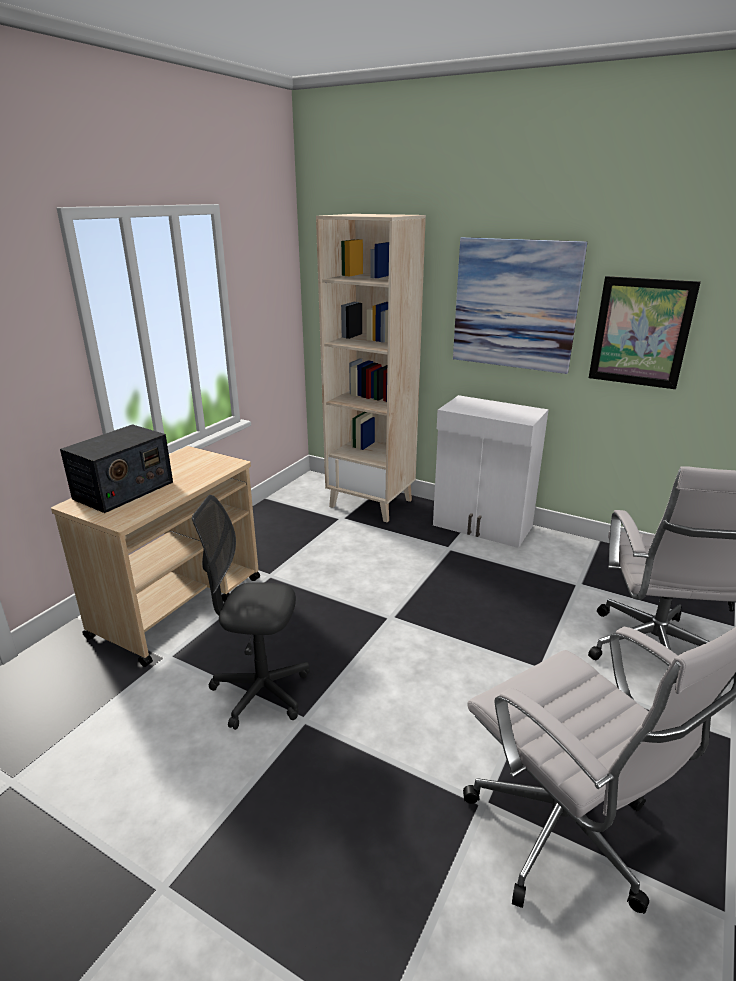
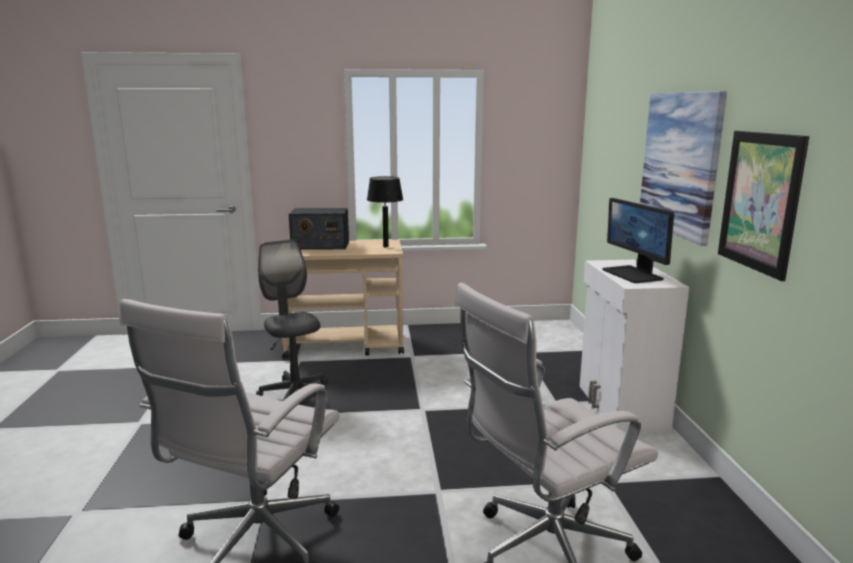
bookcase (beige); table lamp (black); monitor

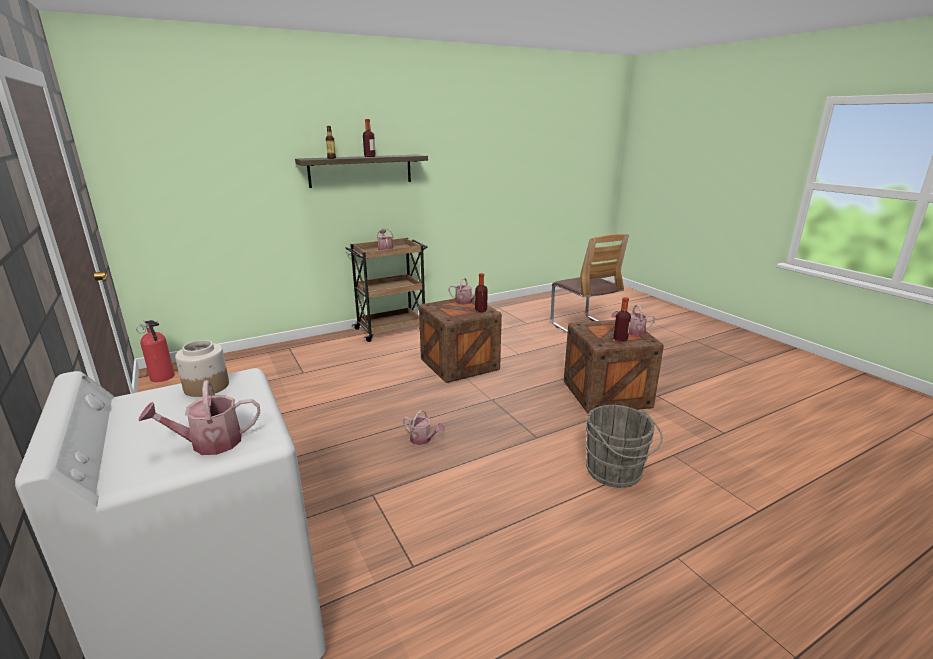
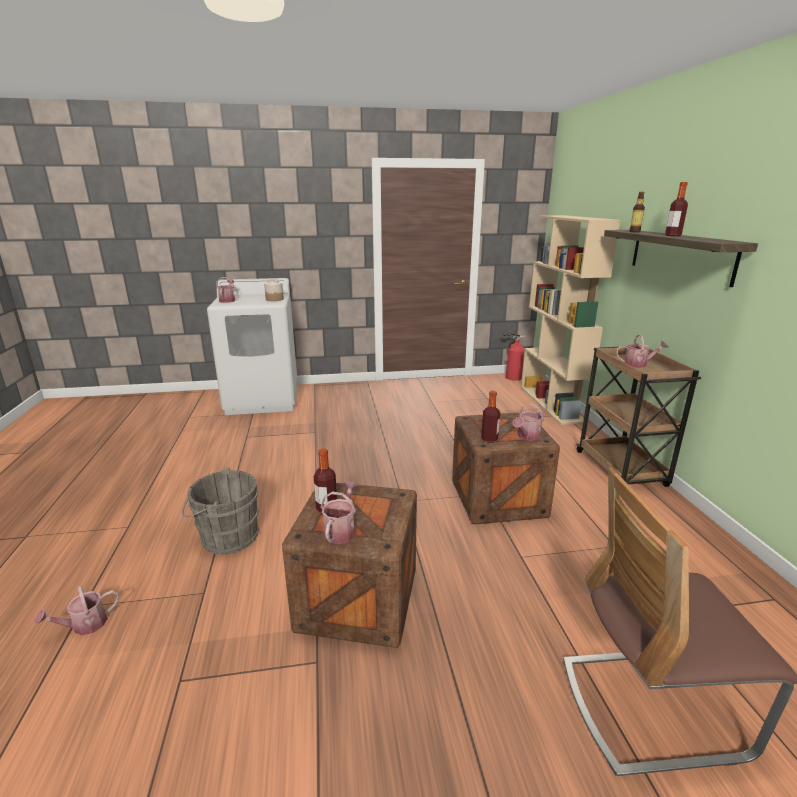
bookcase (beige); watering can (no. 1 from left)

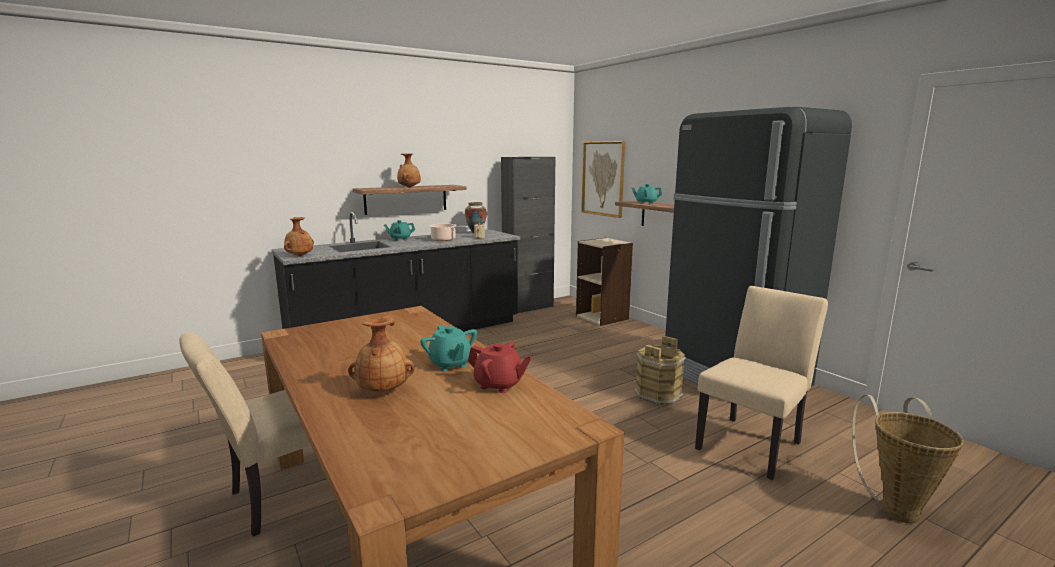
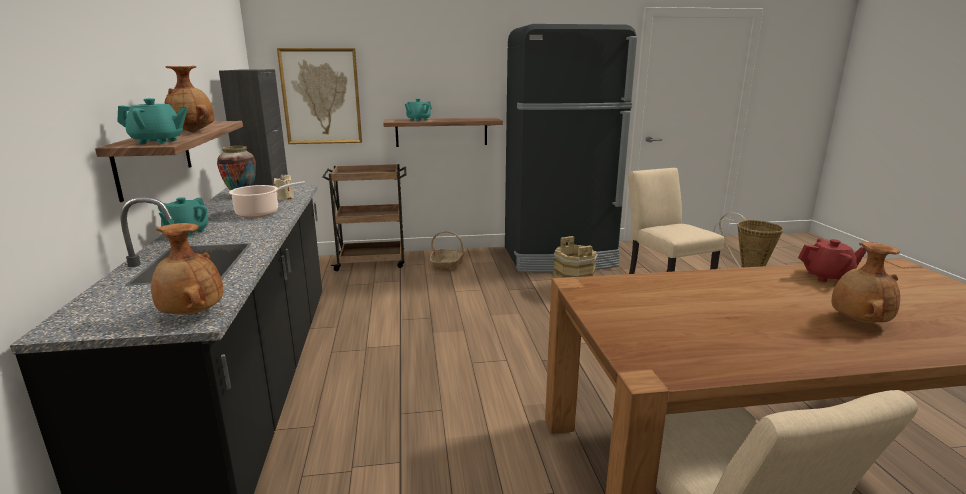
basket (no. 1 from left); teapot (turquoise) (no. 1 from left); cart (brown); teapot (red)

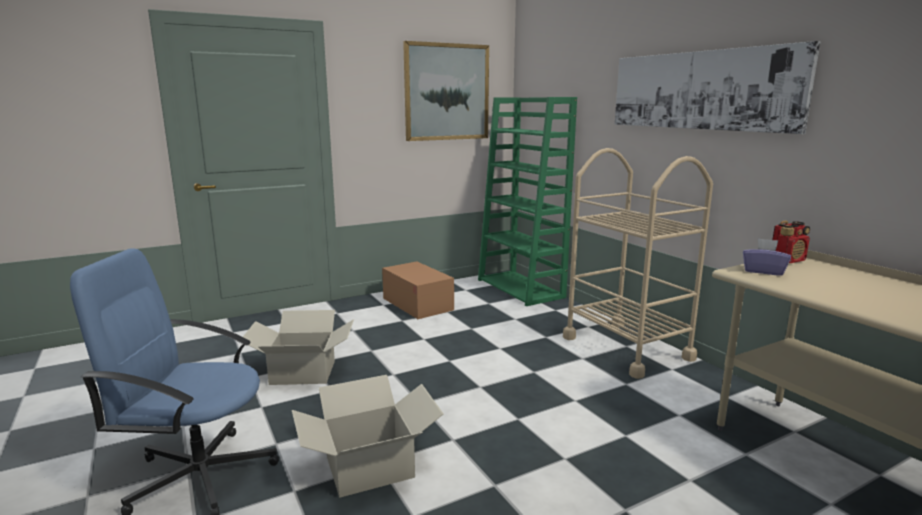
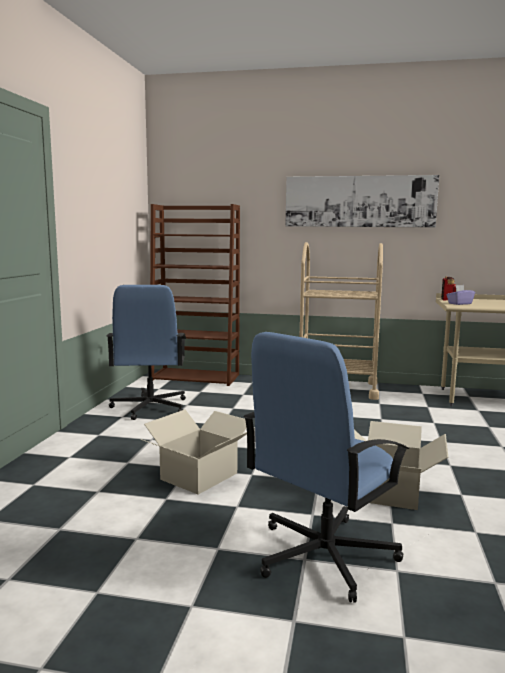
picture (no. 1 from left in the first image); office chair (blue) (no. 1 from left); bookcase (brown)

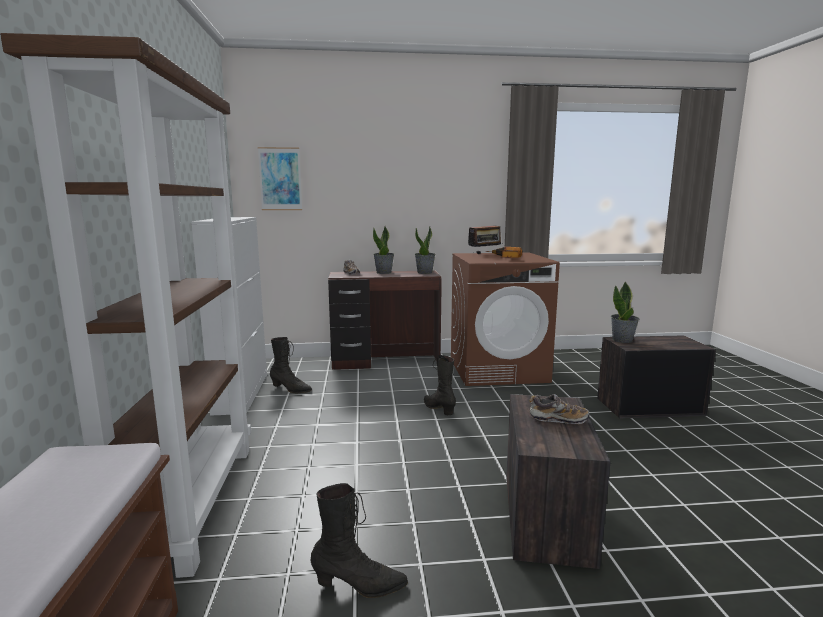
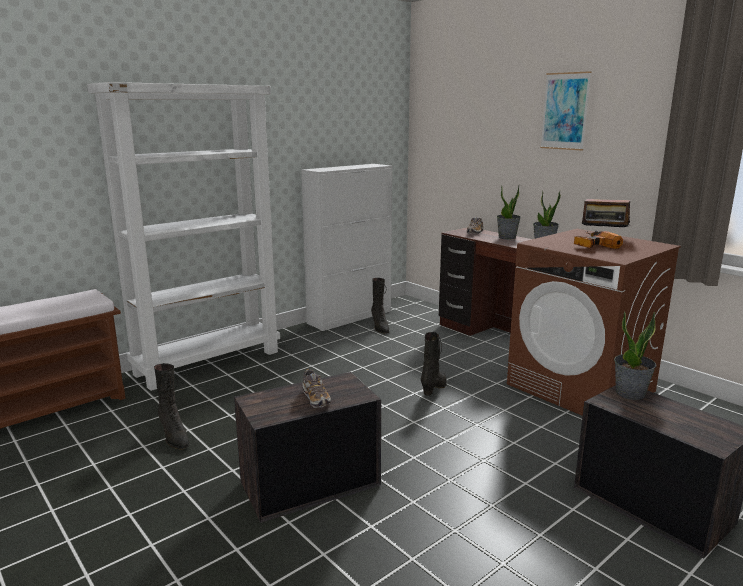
picture; bookcase (white)

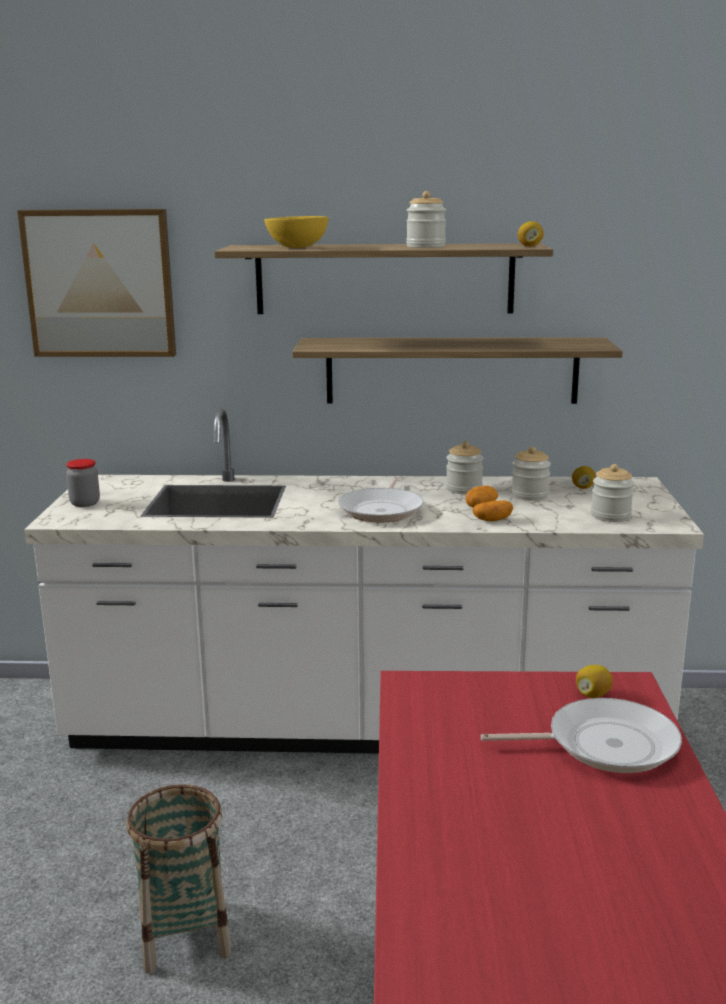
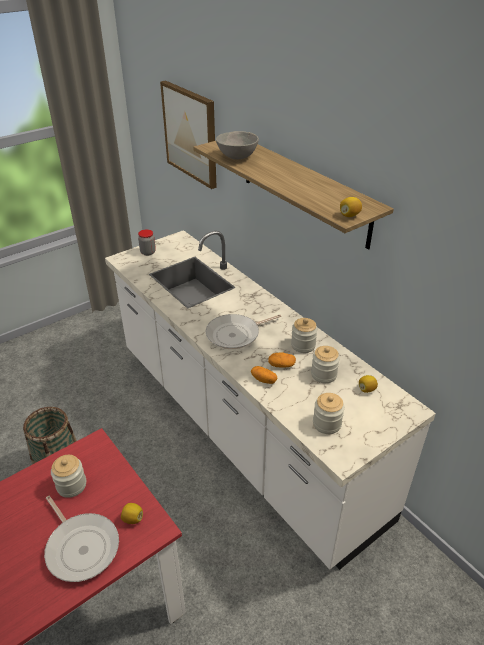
shelf (no. 2 from left in the first image); jar (no. 1 from left); bowl (grey)

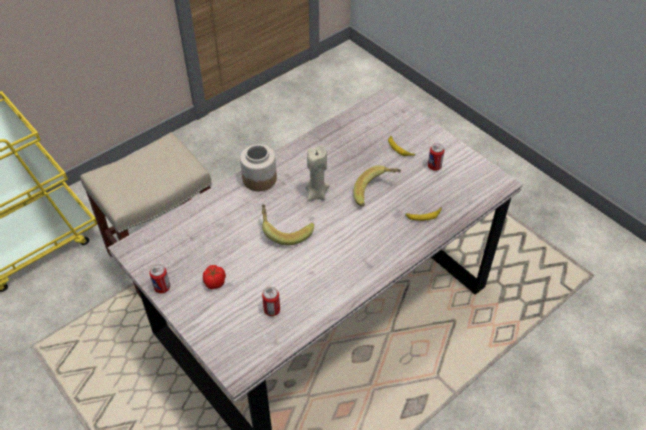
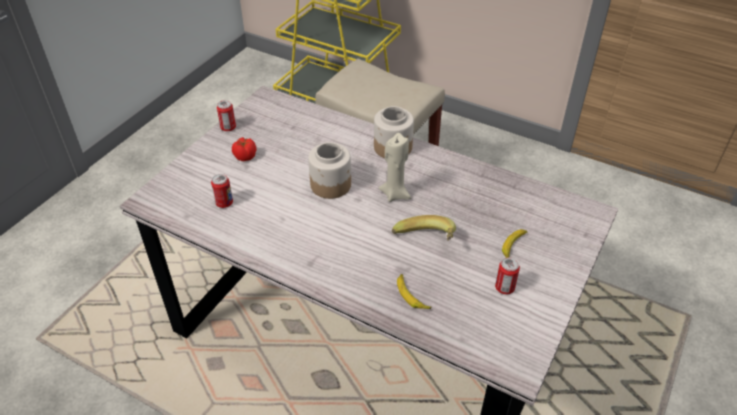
jar (no. 1 from left)

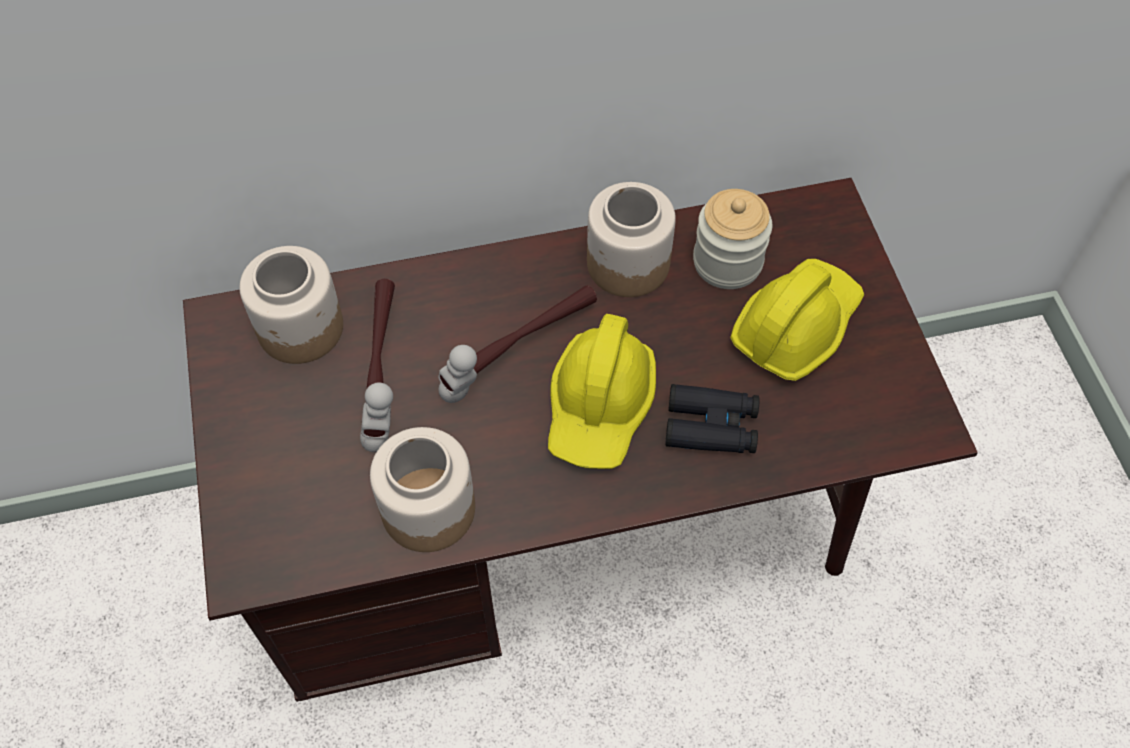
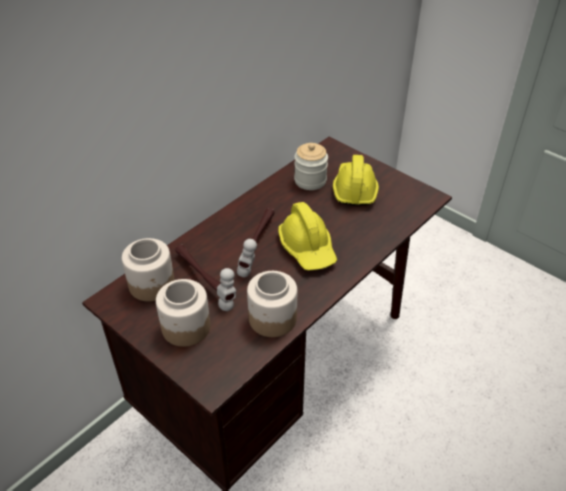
binoculars (black); jar (no. 2 from left)

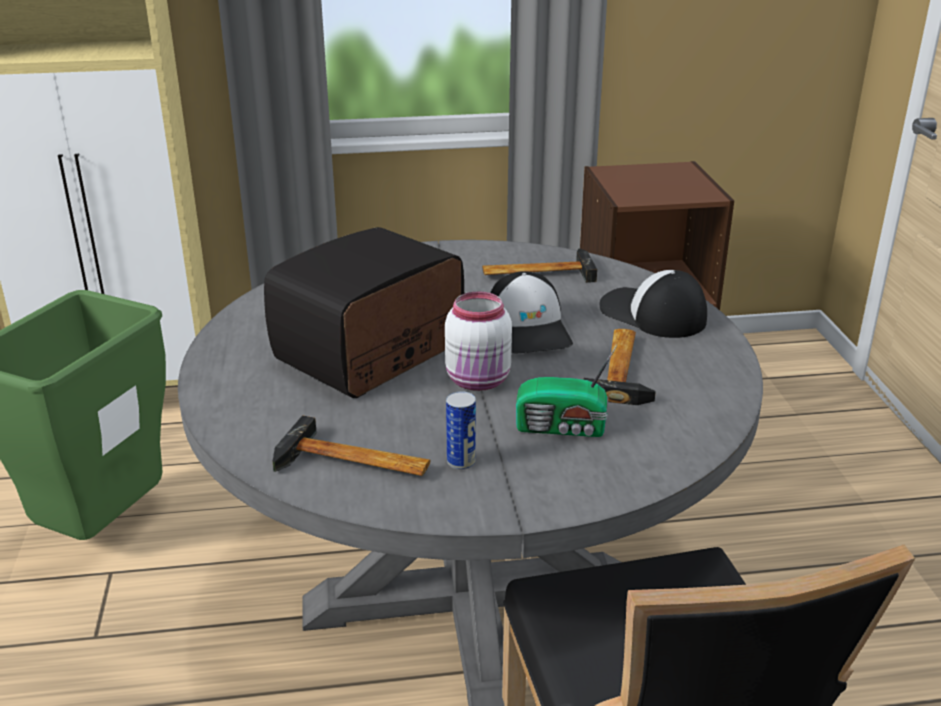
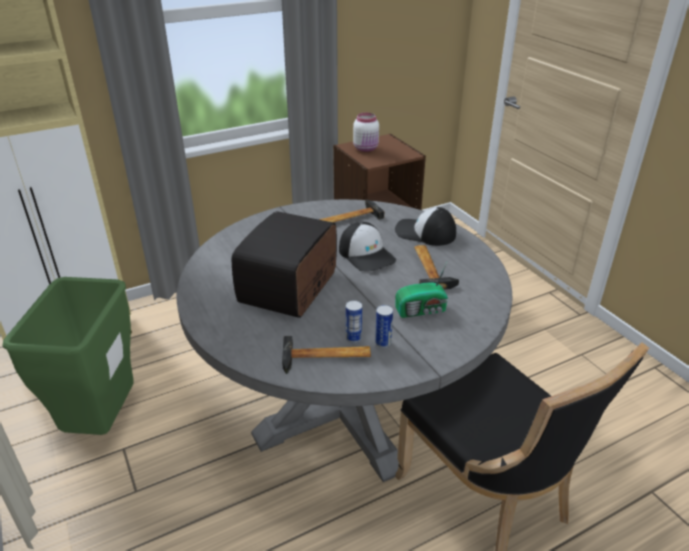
can (no. 1 from left); jar (white)

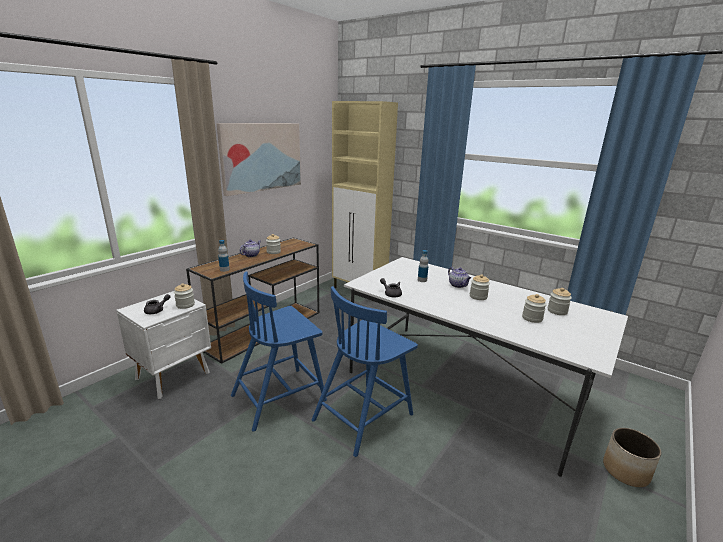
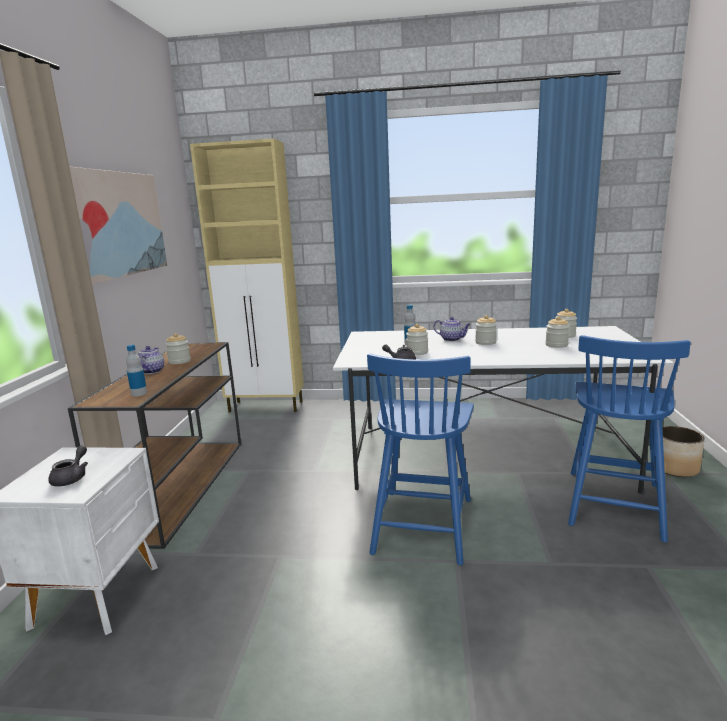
jar (no. 2 from left); chair (blue) (no. 2 from left)

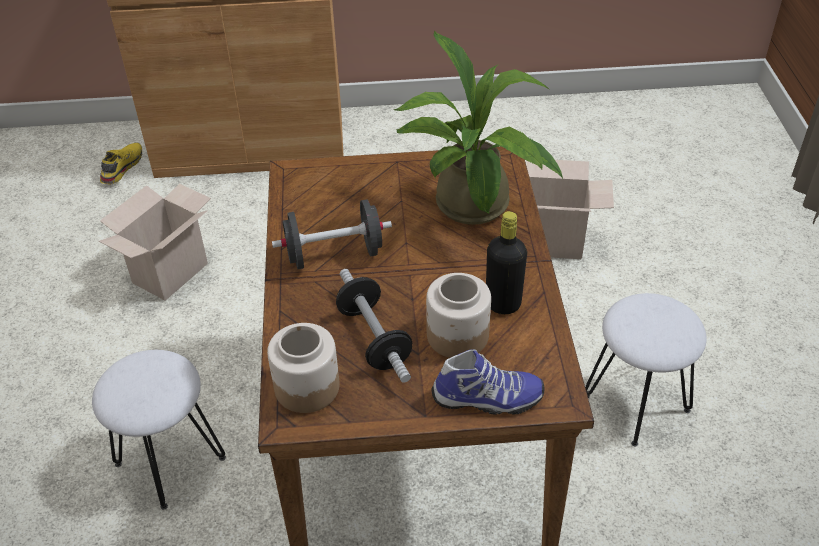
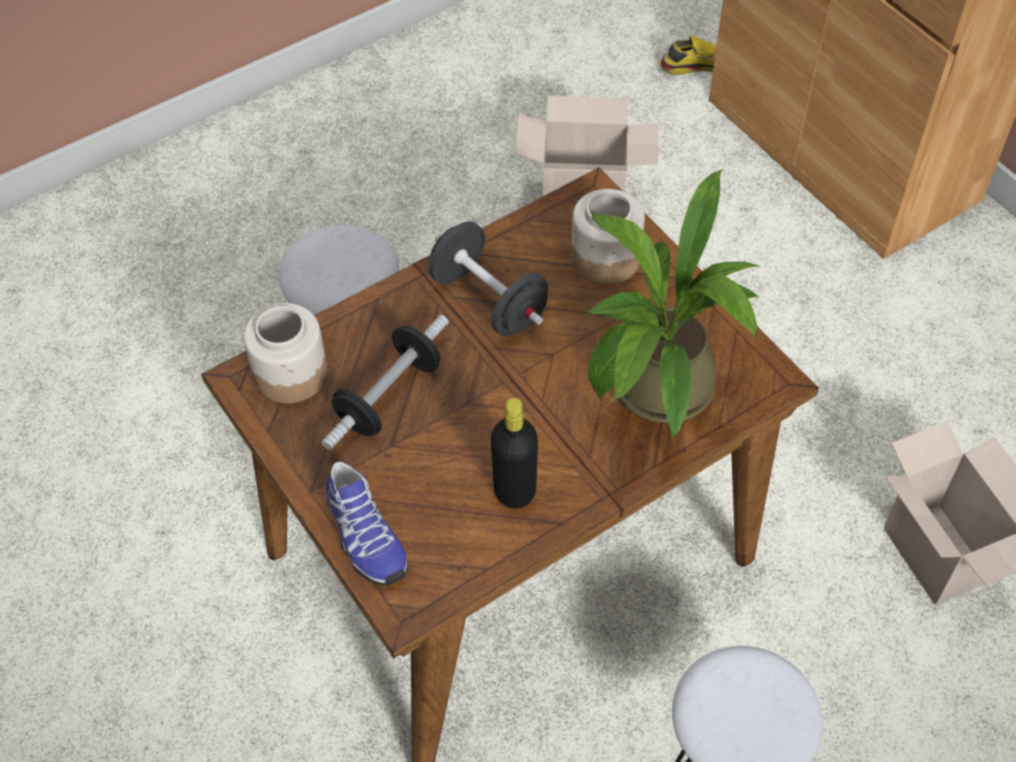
jar (no. 2 from left)

